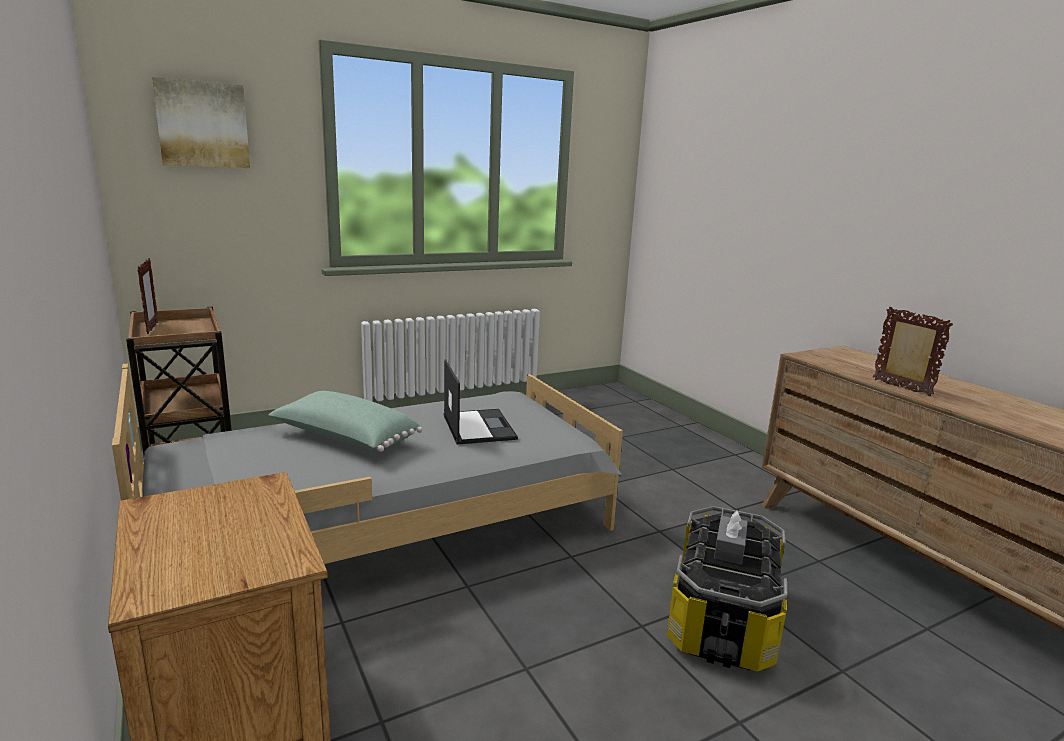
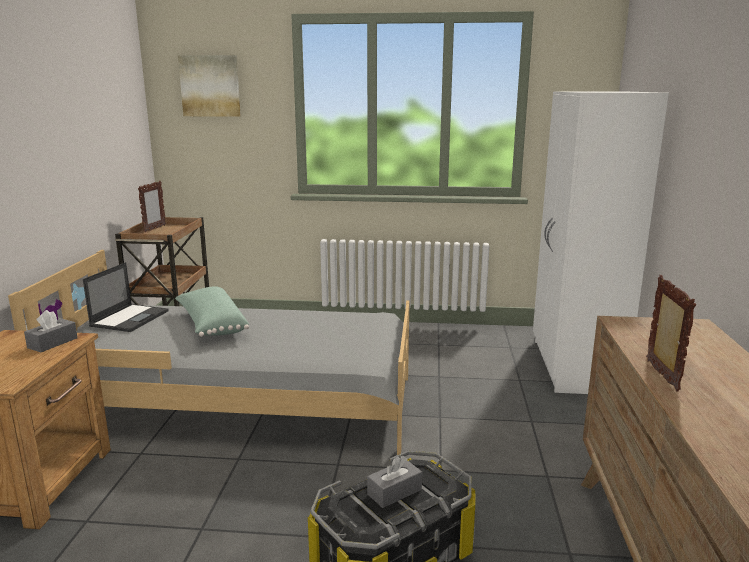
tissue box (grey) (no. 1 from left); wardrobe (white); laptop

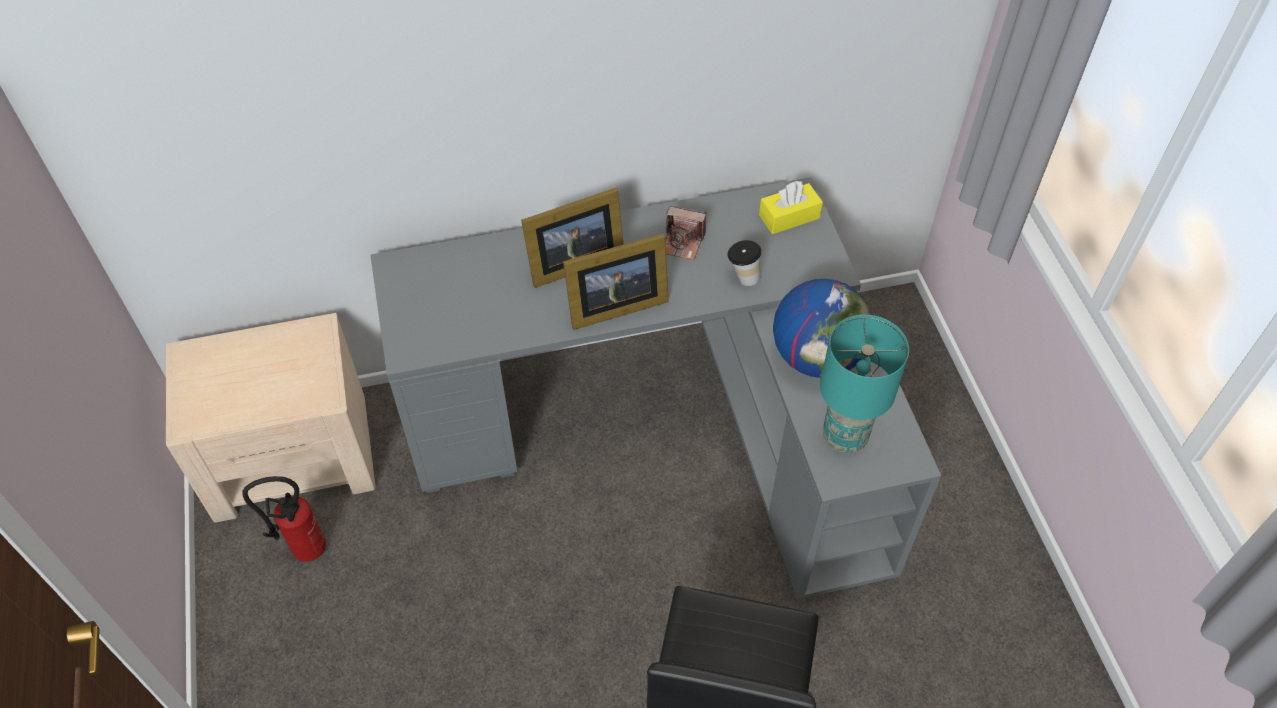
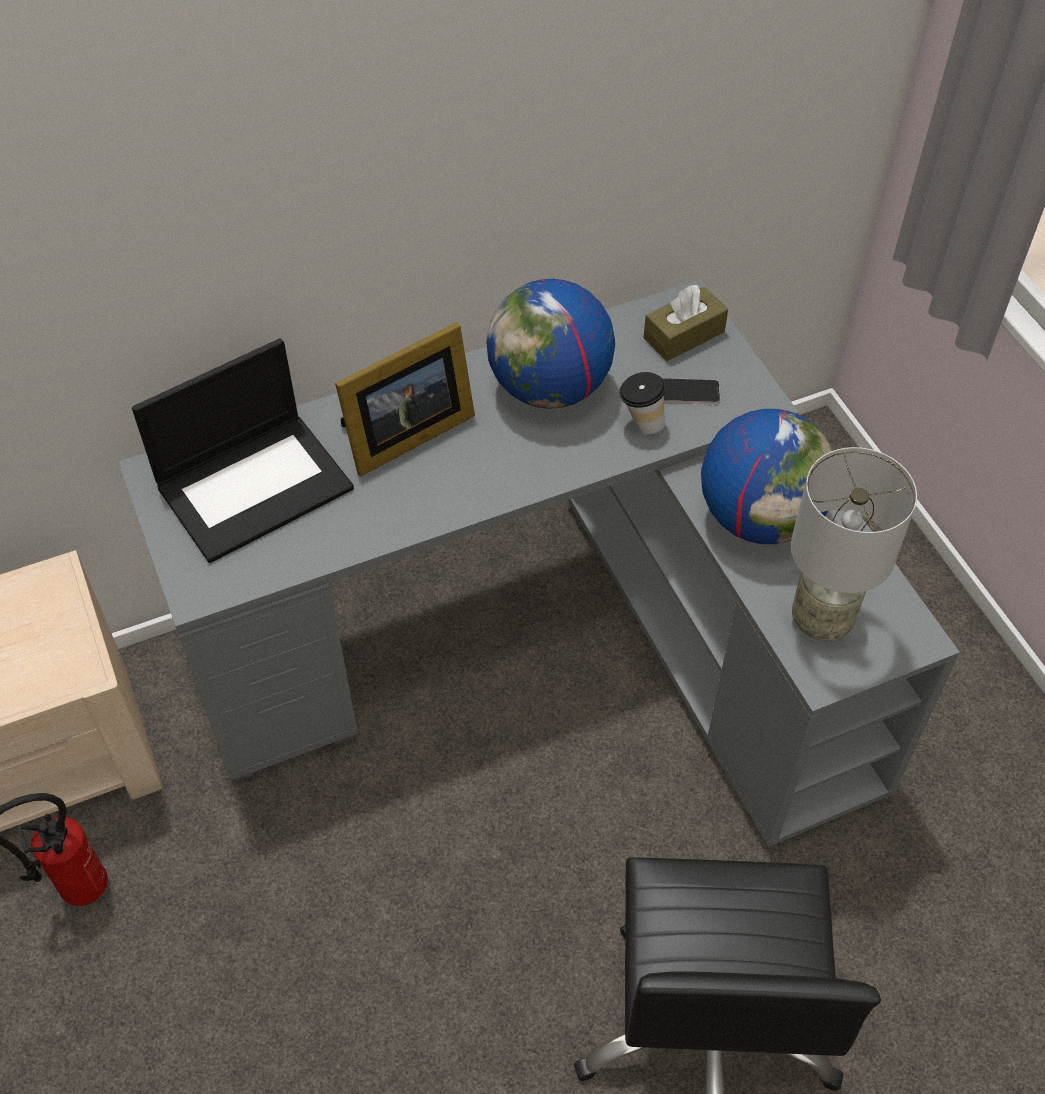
picture frame (no. 2 from left in the first image); laptop; phone; globe (no. 1 from left); tissue box (brown); table lamp (grey)

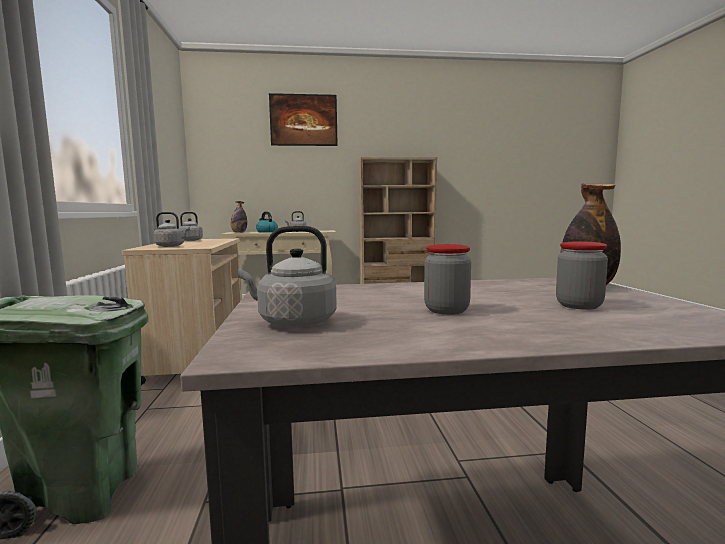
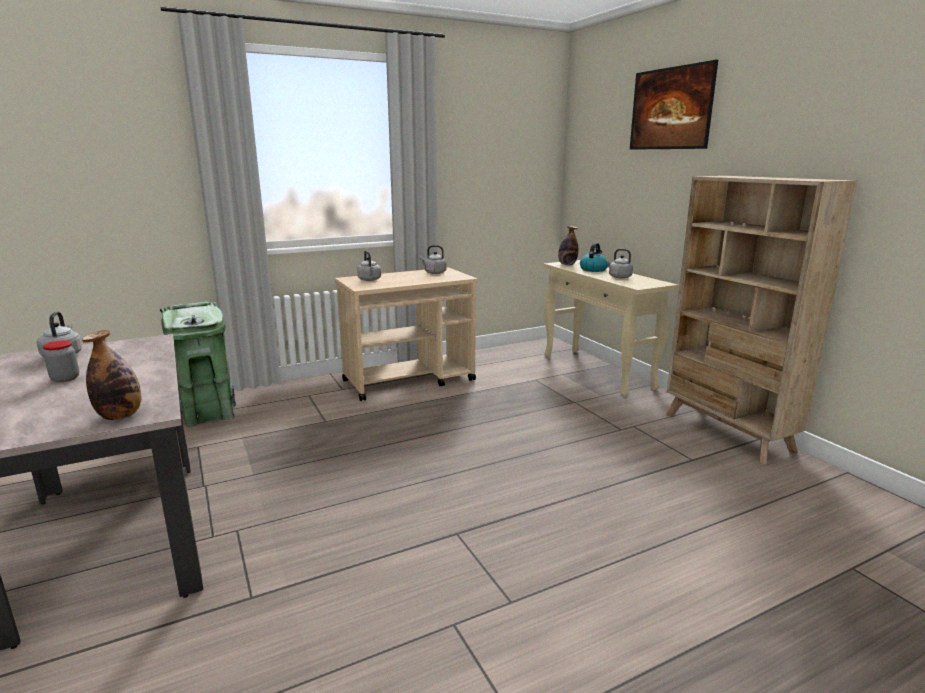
jar (no. 2 from left in the first image)

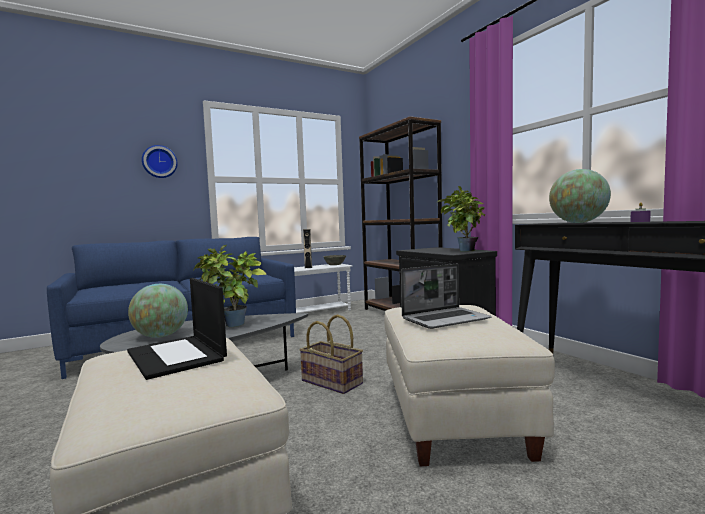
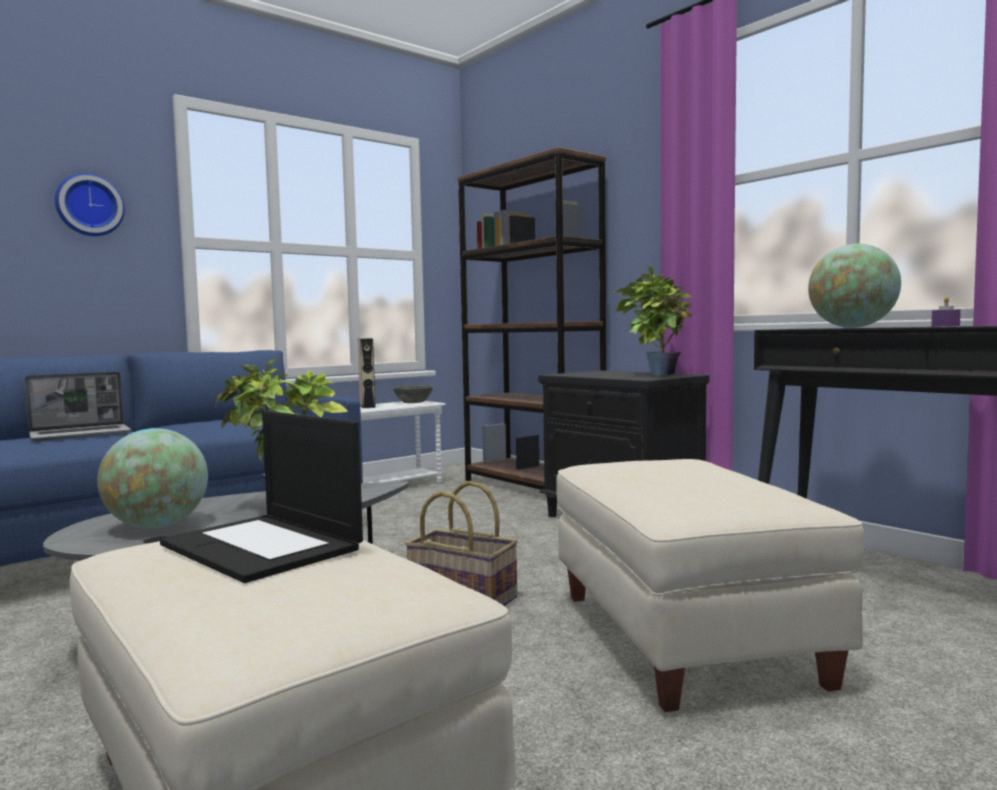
laptop (no. 1 from left)

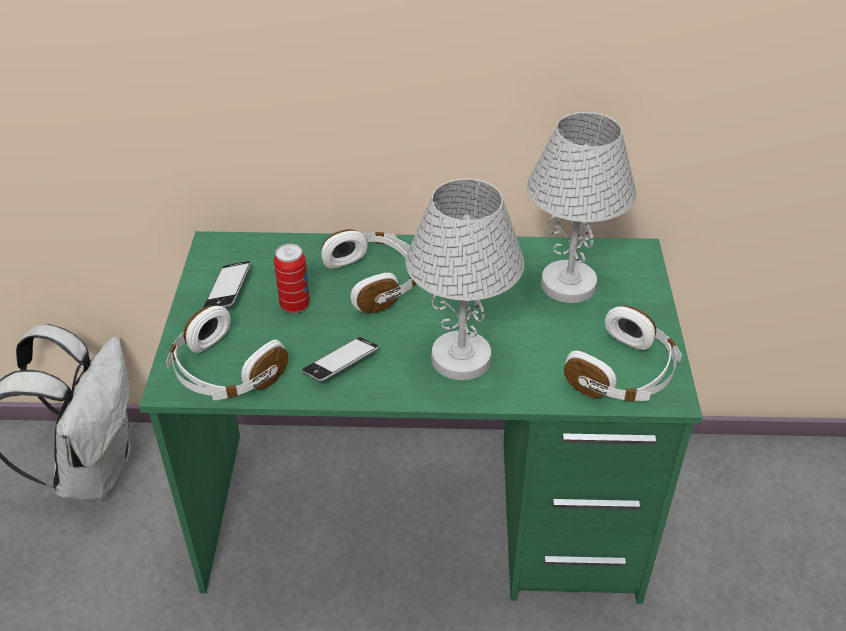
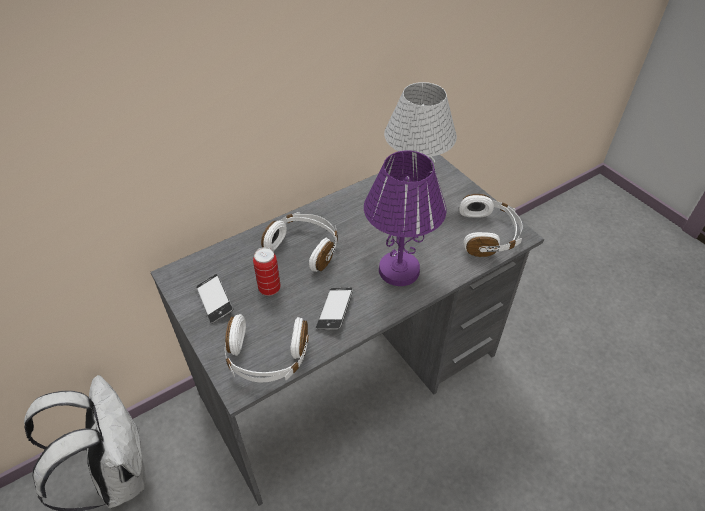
desk (grey); table lamp (purple)

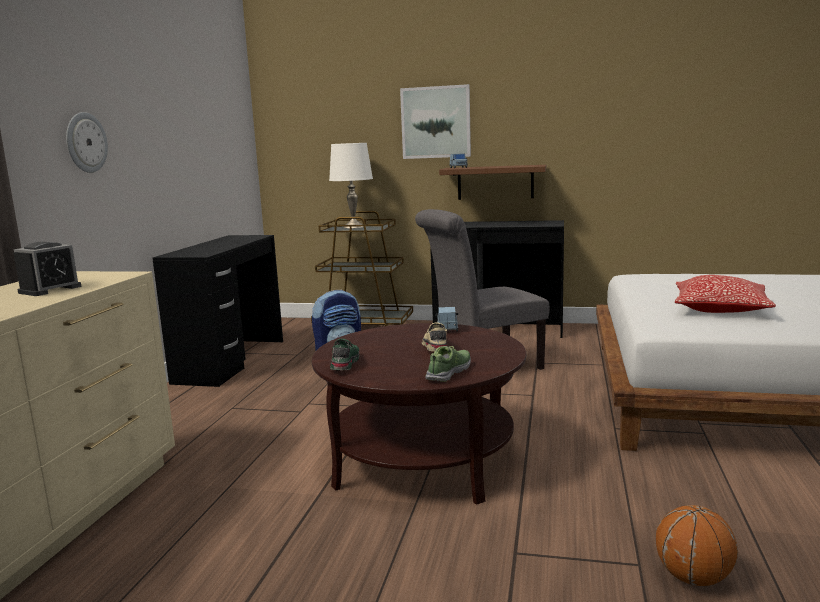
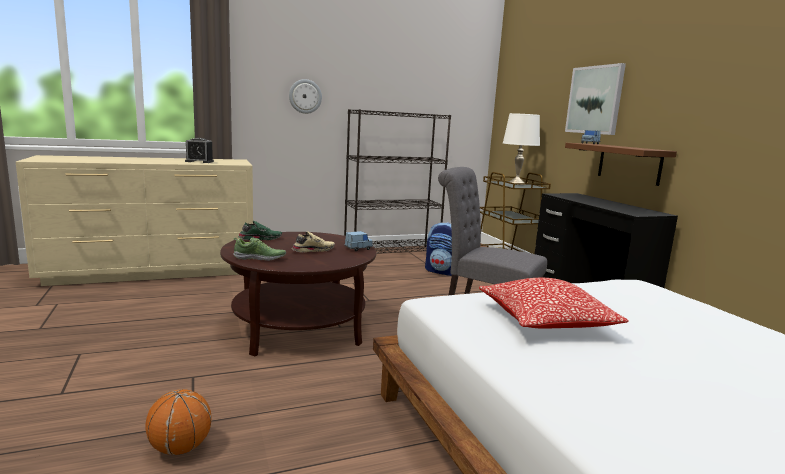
bookcase (black)

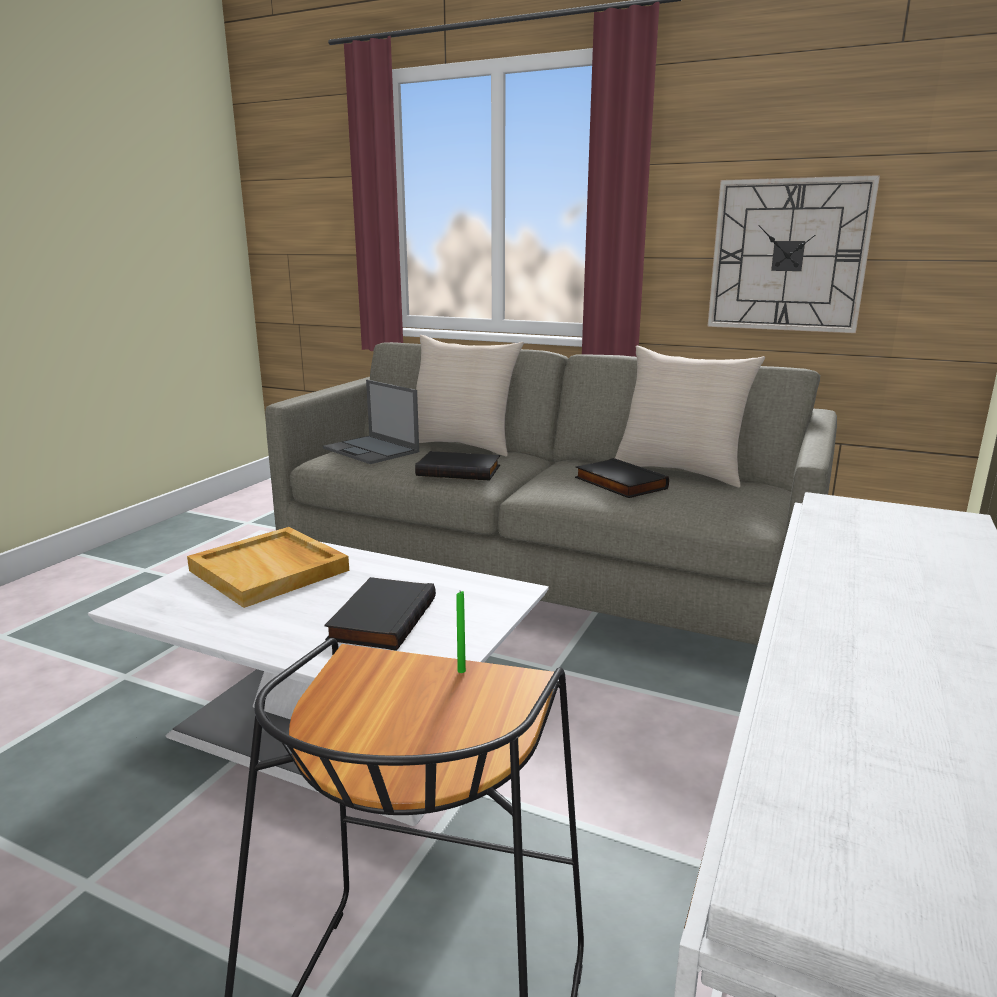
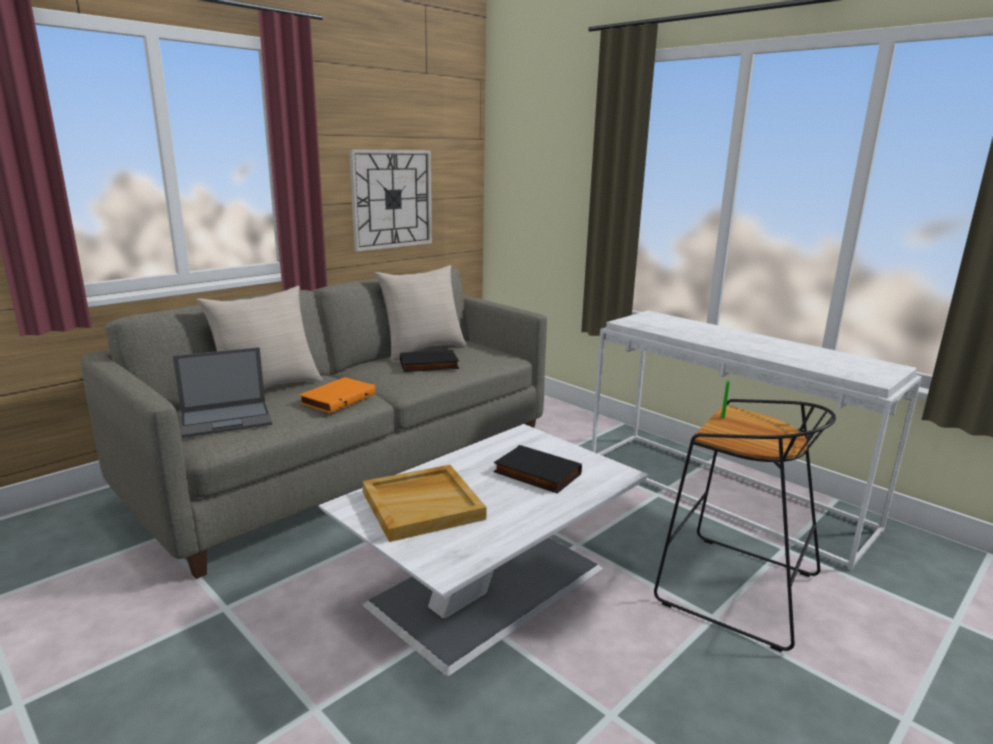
book (orange)

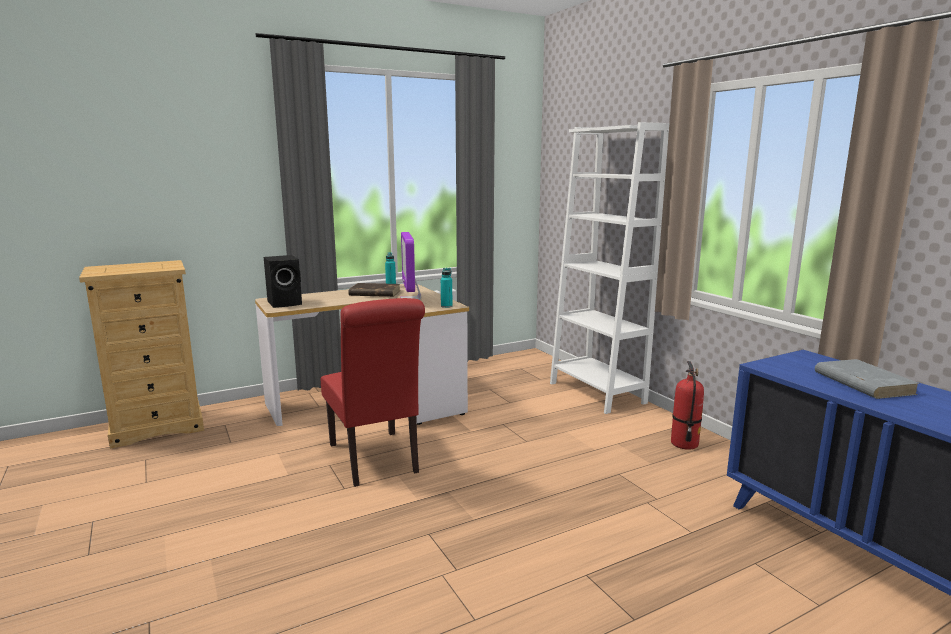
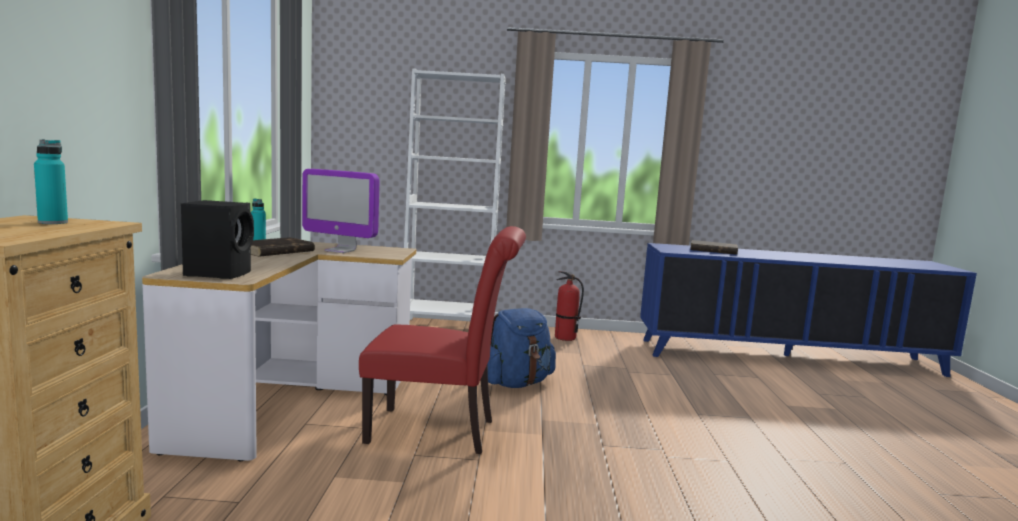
backpack (blue); bottle (turquoise) (no. 1 from left); book (brown) (no. 2 from left)

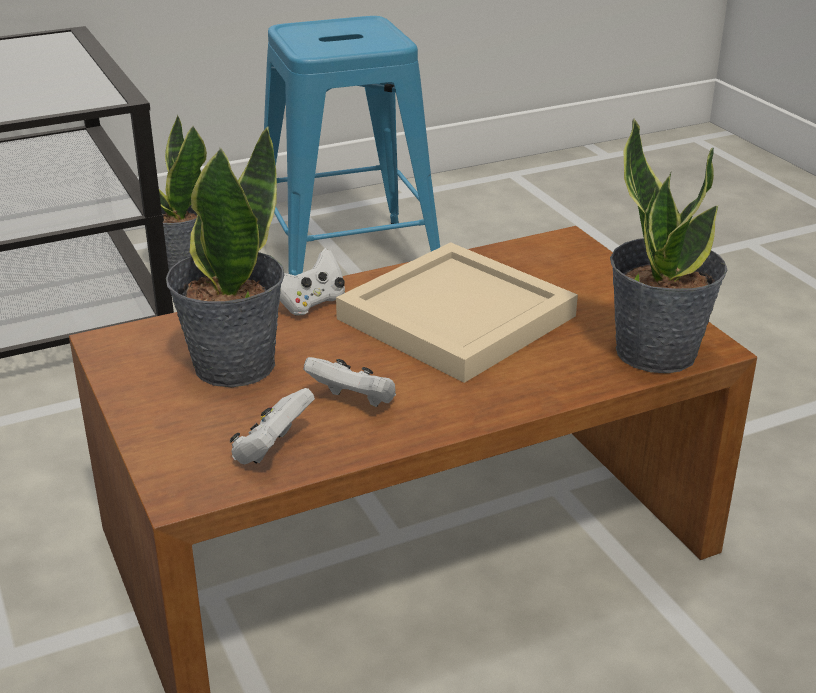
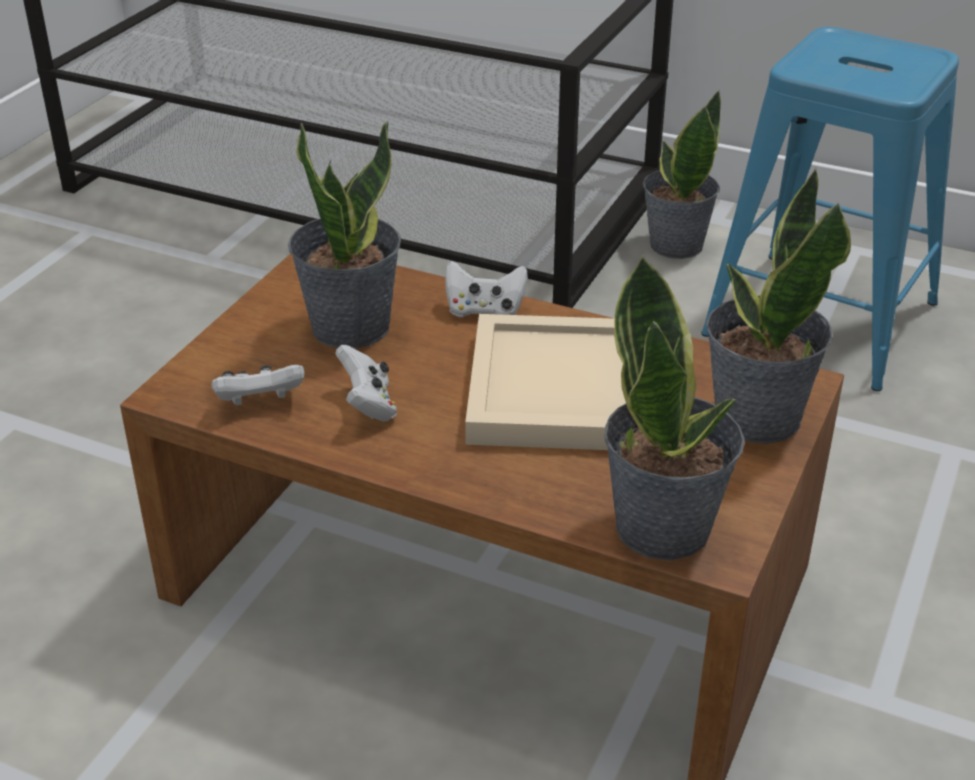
potted plant (no. 4 from left)

